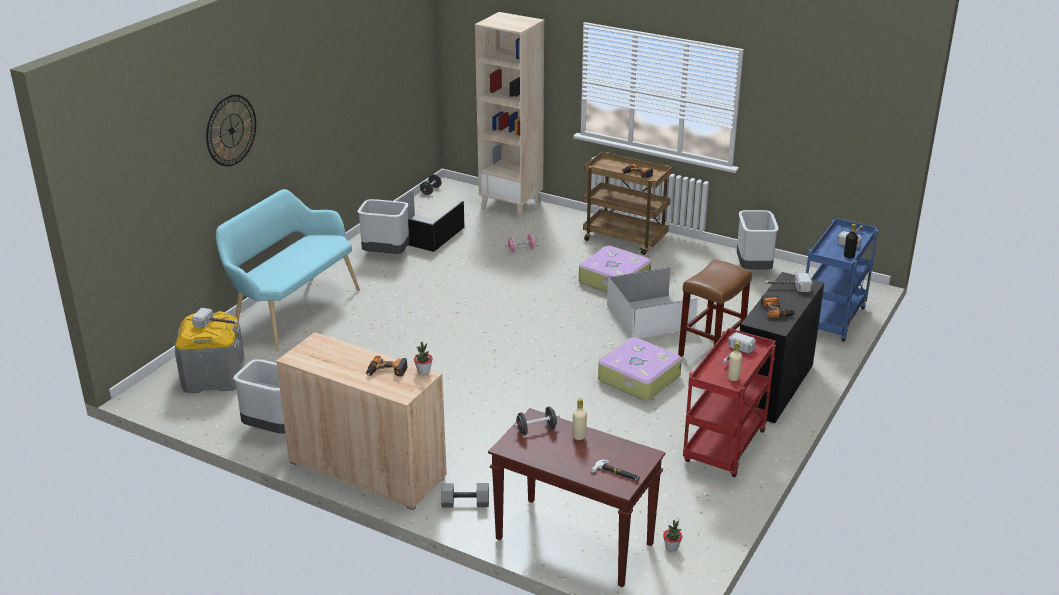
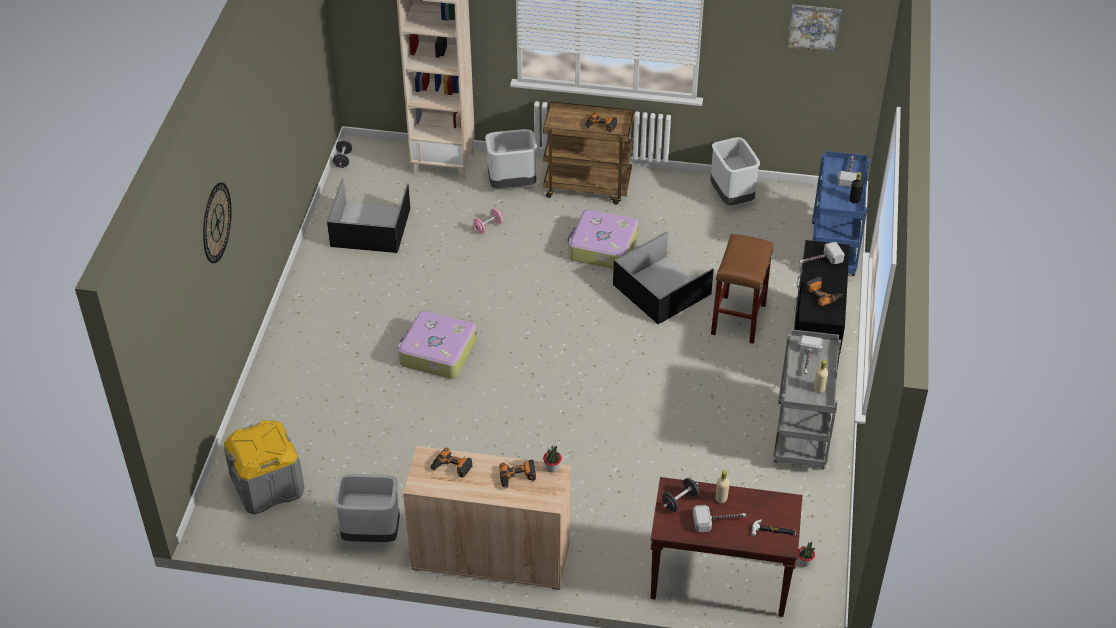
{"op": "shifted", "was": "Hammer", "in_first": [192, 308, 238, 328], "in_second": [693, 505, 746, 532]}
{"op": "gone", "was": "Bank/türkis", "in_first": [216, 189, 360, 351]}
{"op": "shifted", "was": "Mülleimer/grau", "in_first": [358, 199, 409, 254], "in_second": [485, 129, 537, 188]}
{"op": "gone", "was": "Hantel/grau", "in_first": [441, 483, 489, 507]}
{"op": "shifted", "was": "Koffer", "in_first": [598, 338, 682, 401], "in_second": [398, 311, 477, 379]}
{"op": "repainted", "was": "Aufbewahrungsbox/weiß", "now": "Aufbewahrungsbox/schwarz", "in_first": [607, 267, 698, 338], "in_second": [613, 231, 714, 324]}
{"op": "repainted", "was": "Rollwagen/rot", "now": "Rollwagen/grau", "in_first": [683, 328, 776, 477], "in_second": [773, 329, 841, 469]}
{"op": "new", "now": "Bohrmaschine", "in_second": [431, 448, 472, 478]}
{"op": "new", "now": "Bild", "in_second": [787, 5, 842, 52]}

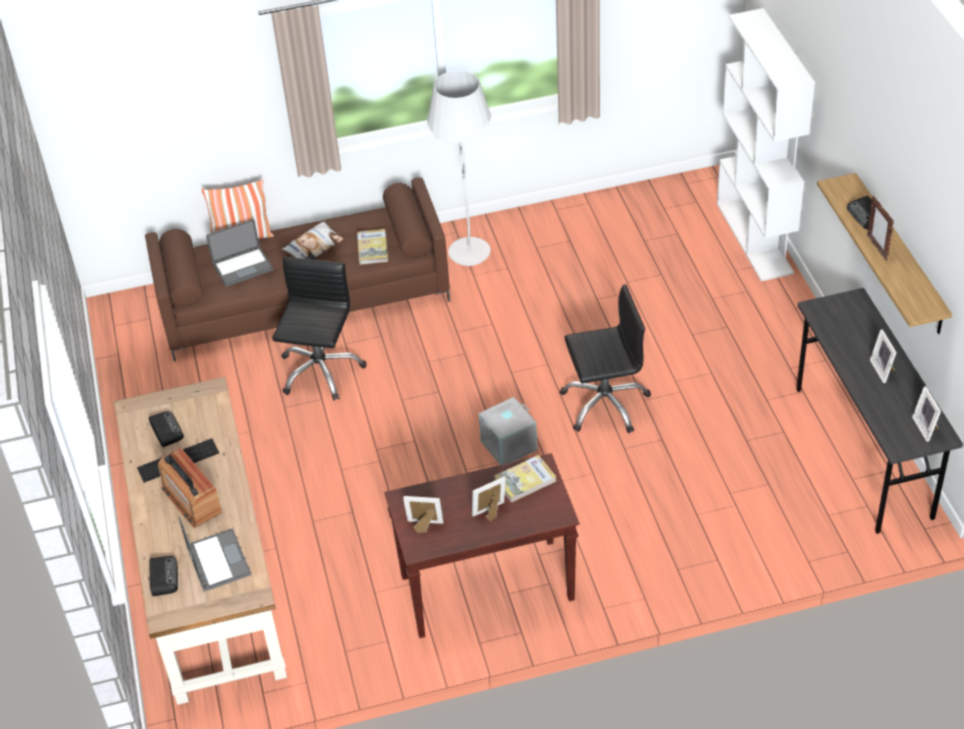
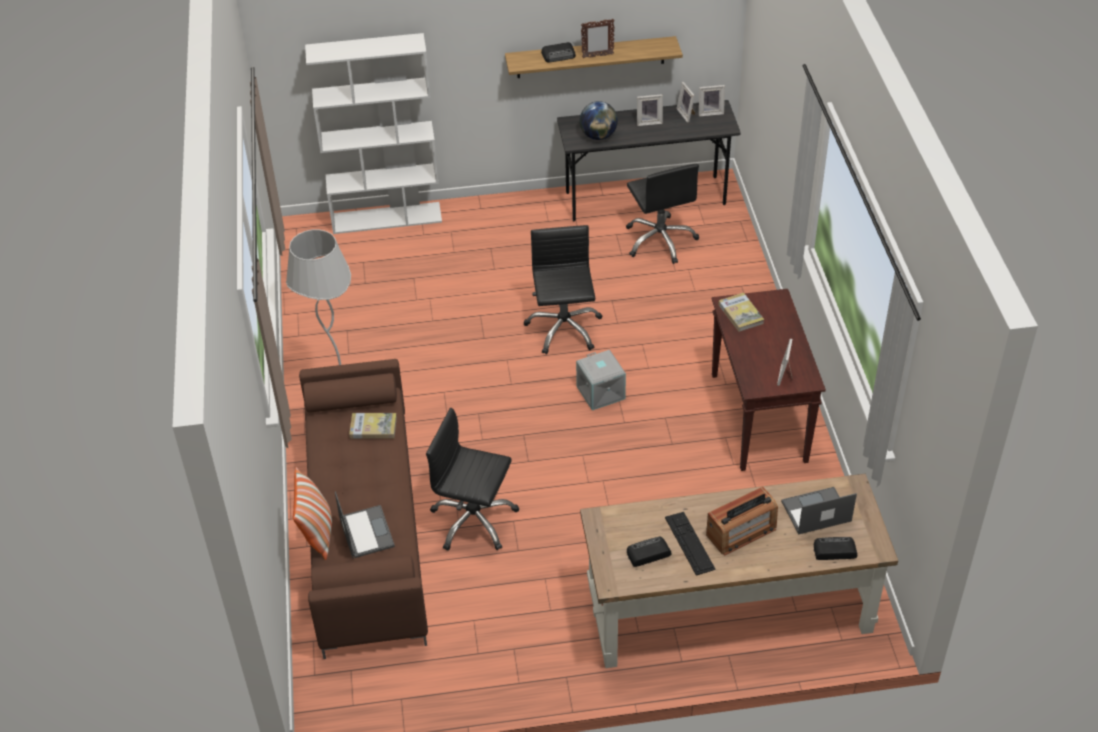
{"op": "gone", "was": "Kissen", "in_first": [282, 221, 344, 259]}
{"op": "shifted", "was": "Bilderrahmen", "in_first": [472, 477, 506, 521], "in_second": [676, 82, 695, 123]}
{"op": "new", "now": "Globus", "in_second": [580, 101, 618, 140]}
{"op": "new", "now": "Bürostuhl/schwarz", "in_second": [626, 164, 699, 264]}

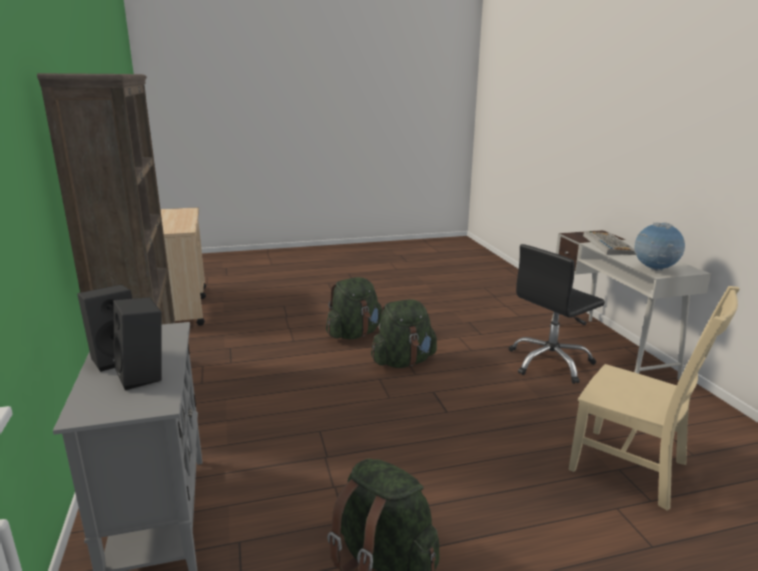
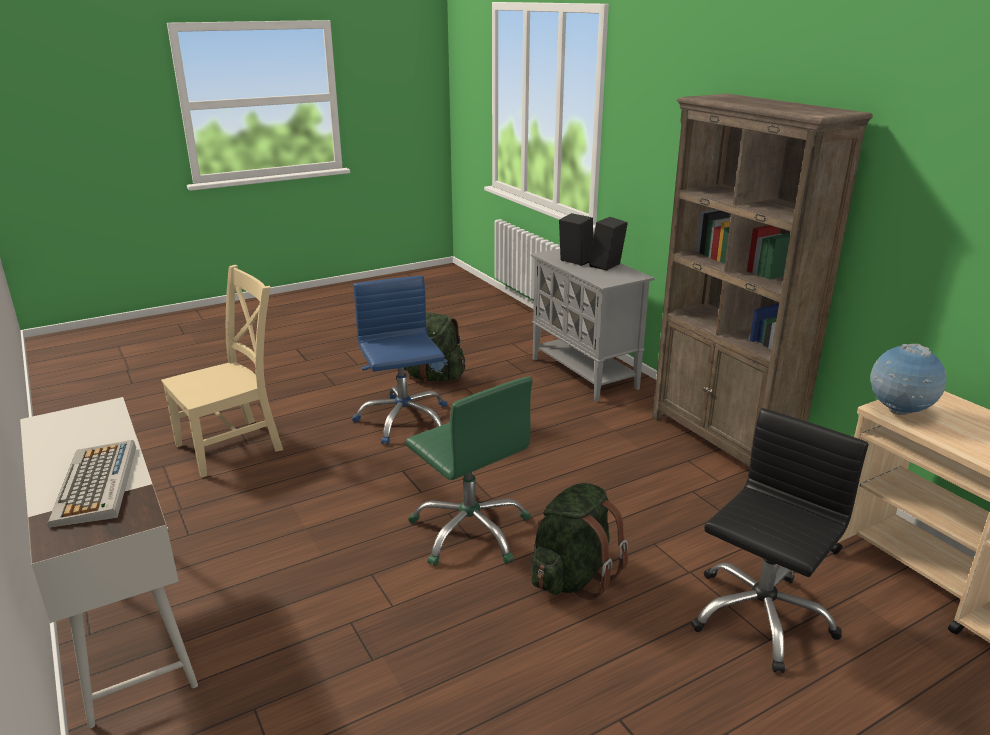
{"op": "swapped", "was": "Rucksack/grün", "now": "Bürostuhl/grün", "in_first": [371, 299, 437, 368], "in_second": [405, 376, 533, 566]}
{"op": "shifted", "was": "Bürostuhl/schwarz", "in_first": [509, 244, 605, 384], "in_second": [691, 408, 868, 673]}
{"op": "rotated", "was": "Stuhl/beige", "in_first": [568, 286, 740, 511], "in_second": [161, 265, 283, 477], "clockwise": 120}
{"op": "shifted", "was": "Globus", "in_first": [634, 222, 685, 271], "in_second": [870, 344, 947, 415]}
{"op": "new", "now": "Bürostuhl/blau", "in_second": [352, 276, 447, 445]}

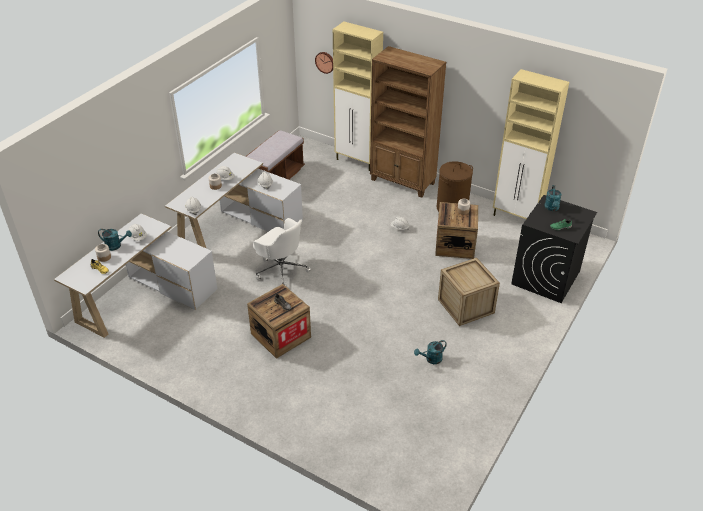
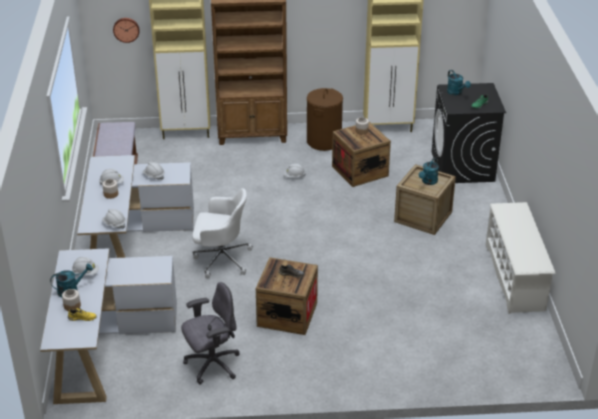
{"op": "shifted", "was": "Gießkanne/türkis", "in_first": [414, 340, 447, 364], "in_second": [419, 158, 439, 185]}
{"op": "new", "now": "Bürostuhl/grau", "in_second": [181, 282, 240, 385]}
{"op": "new", "now": "Schuhregal/weiß", "in_second": [486, 202, 555, 314]}

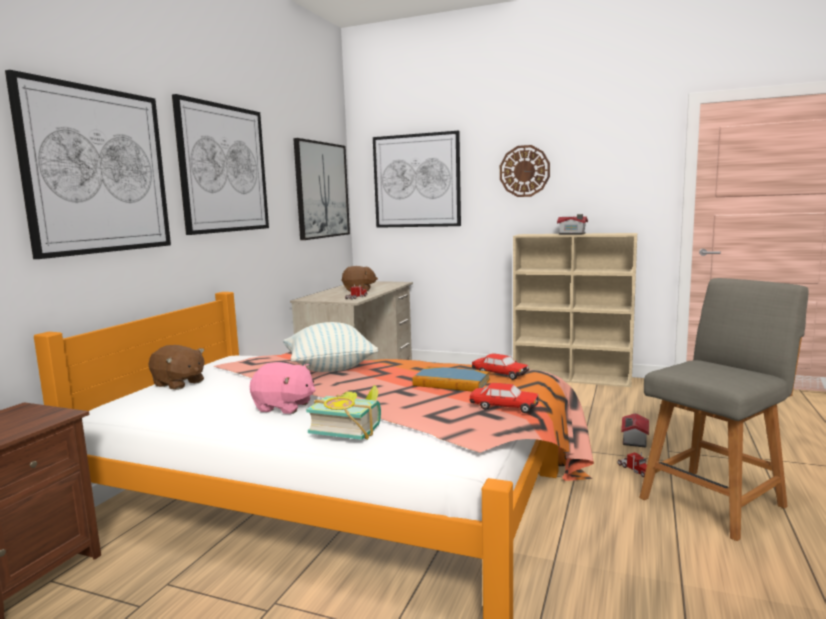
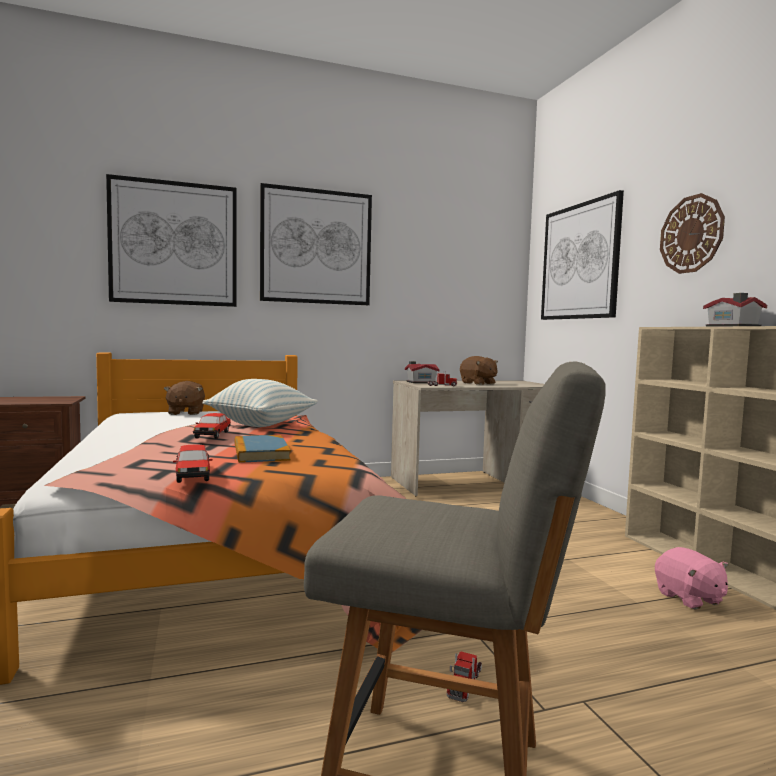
{"op": "shifted", "was": "Plüschtier/rosa", "in_first": [250, 362, 316, 414], "in_second": [655, 547, 728, 610]}
{"op": "gone", "was": "Bild", "in_first": [293, 138, 350, 240]}
{"op": "gone", "was": "Buch", "in_first": [306, 385, 381, 440]}
{"op": "shifted", "was": "Spielzeugauto", "in_first": [472, 354, 529, 380], "in_second": [193, 413, 231, 439]}
{"op": "shifted", "was": "Spielzeughaus", "in_first": [621, 413, 649, 448], "in_second": [405, 361, 439, 383]}

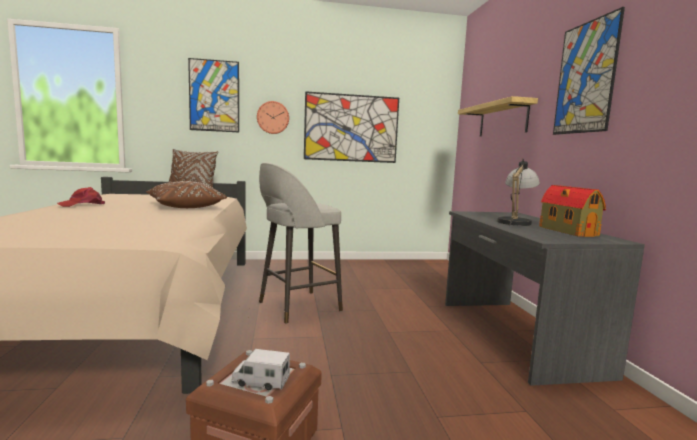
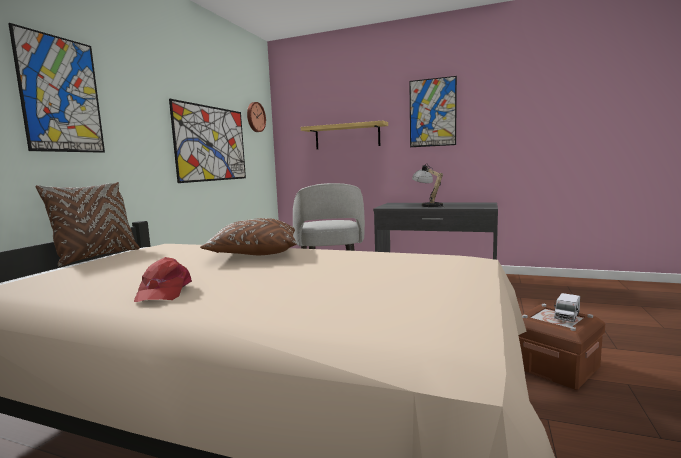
{"op": "shifted", "was": "Wanduhr", "in_first": [257, 101, 289, 134], "in_second": [247, 102, 266, 132]}
{"op": "gone", "was": "Spielzeughaus", "in_first": [539, 185, 606, 237]}

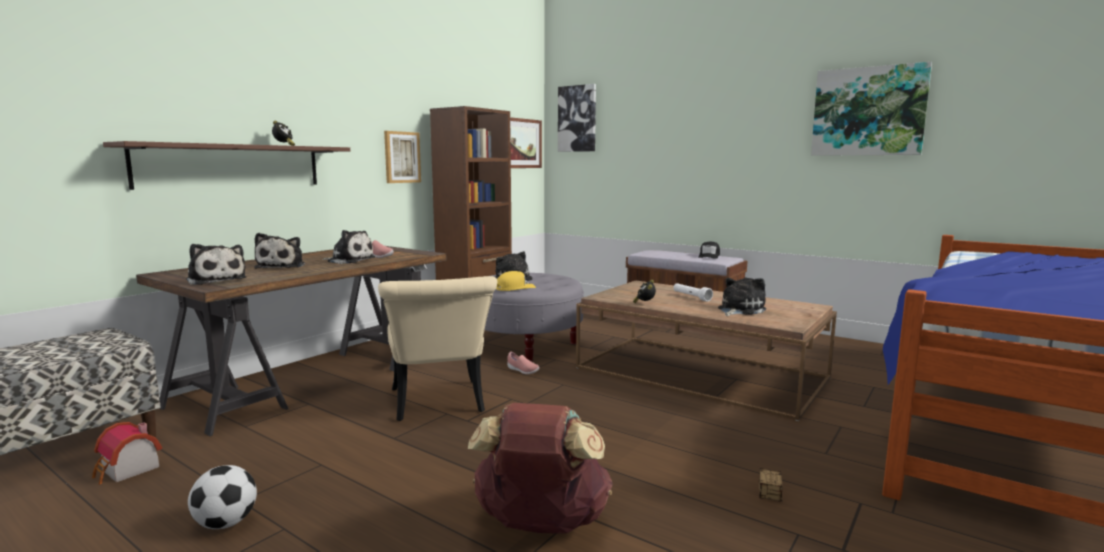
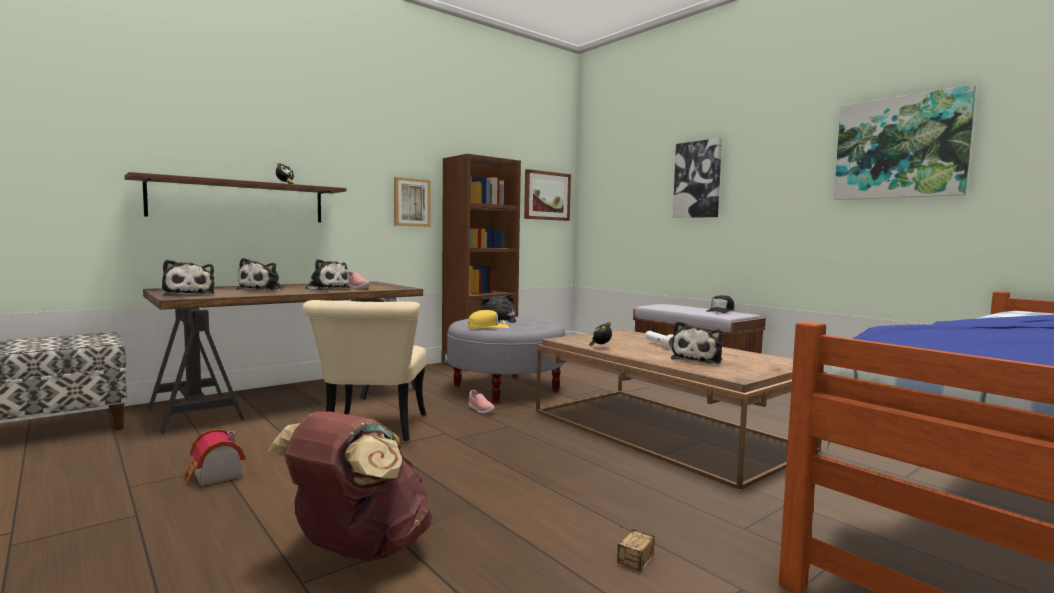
{"op": "shifted", "was": "Spielzeughaus", "in_first": [92, 422, 162, 484], "in_second": [183, 429, 246, 486]}
{"op": "gone", "was": "Fußball", "in_first": [188, 465, 257, 529]}
{"op": "shifted", "was": "Bild", "in_first": [558, 84, 596, 152], "in_second": [673, 138, 722, 218]}
{"op": "rotated", "was": "Plüschtier", "in_first": [718, 278, 766, 316], "in_second": [671, 321, 723, 364], "clockwise": 150}

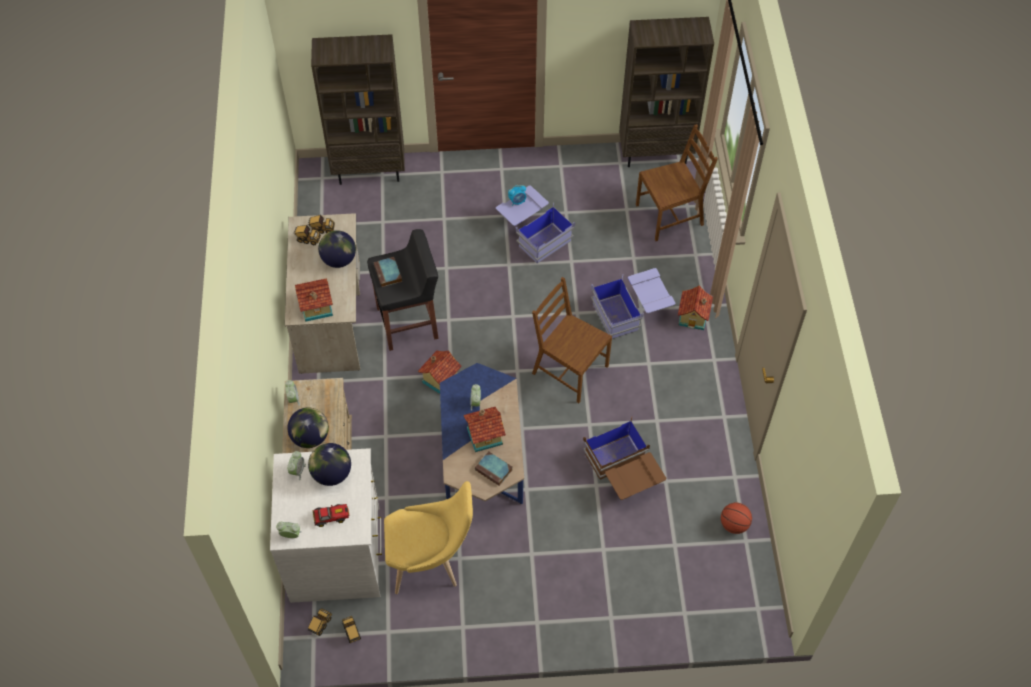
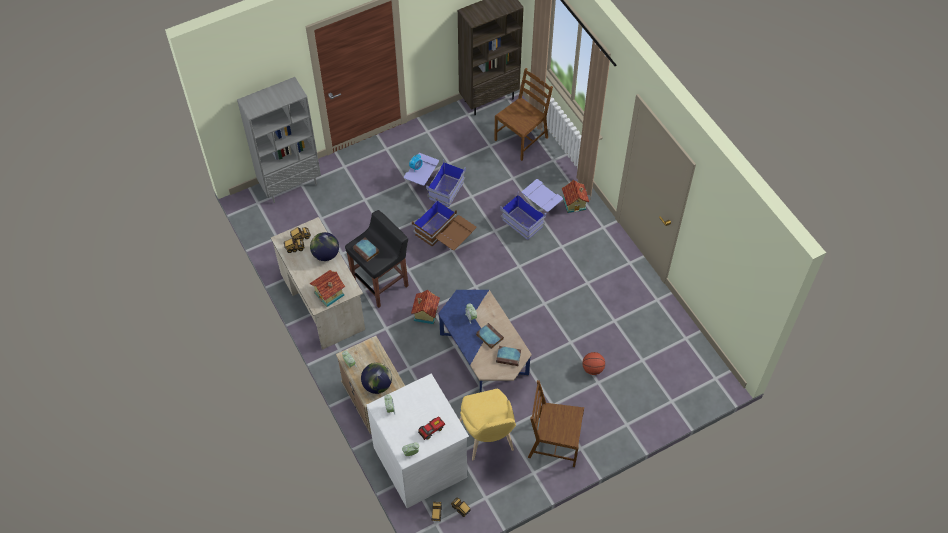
{"op": "gone", "was": "Globus", "in_first": [308, 443, 351, 486]}
{"op": "repainted", "was": "Bücherregal/braun", "now": "Bücherregal/grau", "in_first": [311, 34, 405, 185], "in_second": [237, 77, 321, 203]}
{"op": "rotated", "was": "Stuhl/gelb", "in_first": [384, 481, 473, 594], "in_second": [459, 389, 516, 461], "clockwise": 105}
{"op": "swapped", "was": "Spielzeughaus", "now": "Buch", "in_first": [463, 407, 506, 452], "in_second": [476, 323, 504, 349]}
{"op": "shifted", "was": "Stuhl/braun", "in_first": [532, 277, 612, 403], "in_second": [528, 380, 584, 467]}
{"op": "shifted", "was": "Aufbewahrungsbox/braun", "in_first": [583, 417, 666, 500], "in_second": [412, 201, 476, 250]}
{"op": "shifted", "was": "Basketball", "in_first": [721, 503, 752, 534], "in_second": [582, 352, 605, 375]}

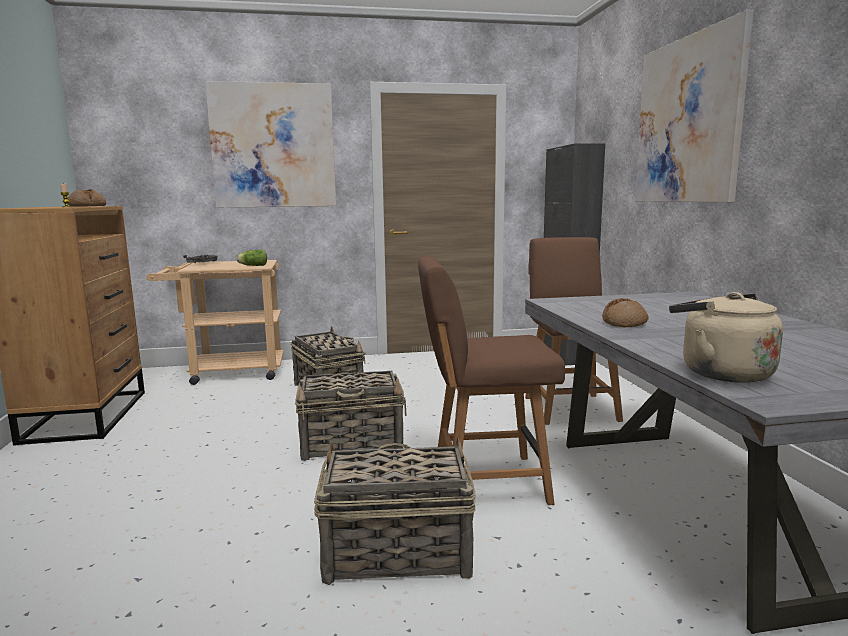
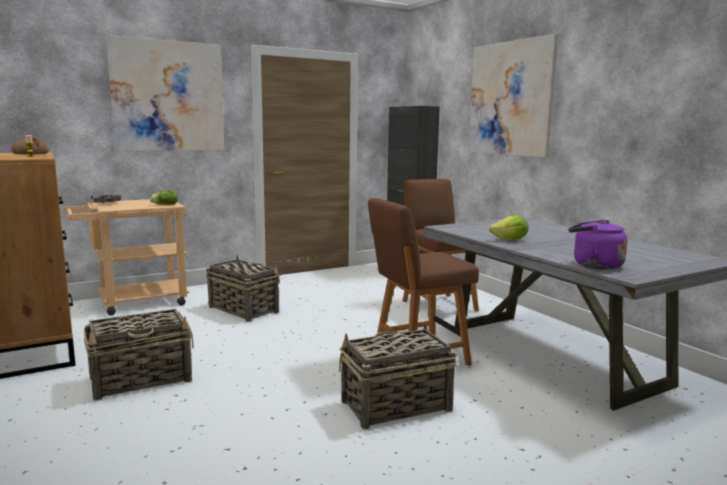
{"op": "shifted", "was": "Korb", "in_first": [295, 371, 407, 461], "in_second": [84, 309, 194, 400]}
{"op": "swapped", "was": "Brot", "now": "Salatkopf", "in_first": [602, 298, 648, 327], "in_second": [489, 215, 529, 240]}
{"op": "repainted", "was": "Wasserkessel/beige", "now": "Wasserkessel/lila", "in_first": [669, 292, 783, 383], "in_second": [569, 220, 628, 270]}

